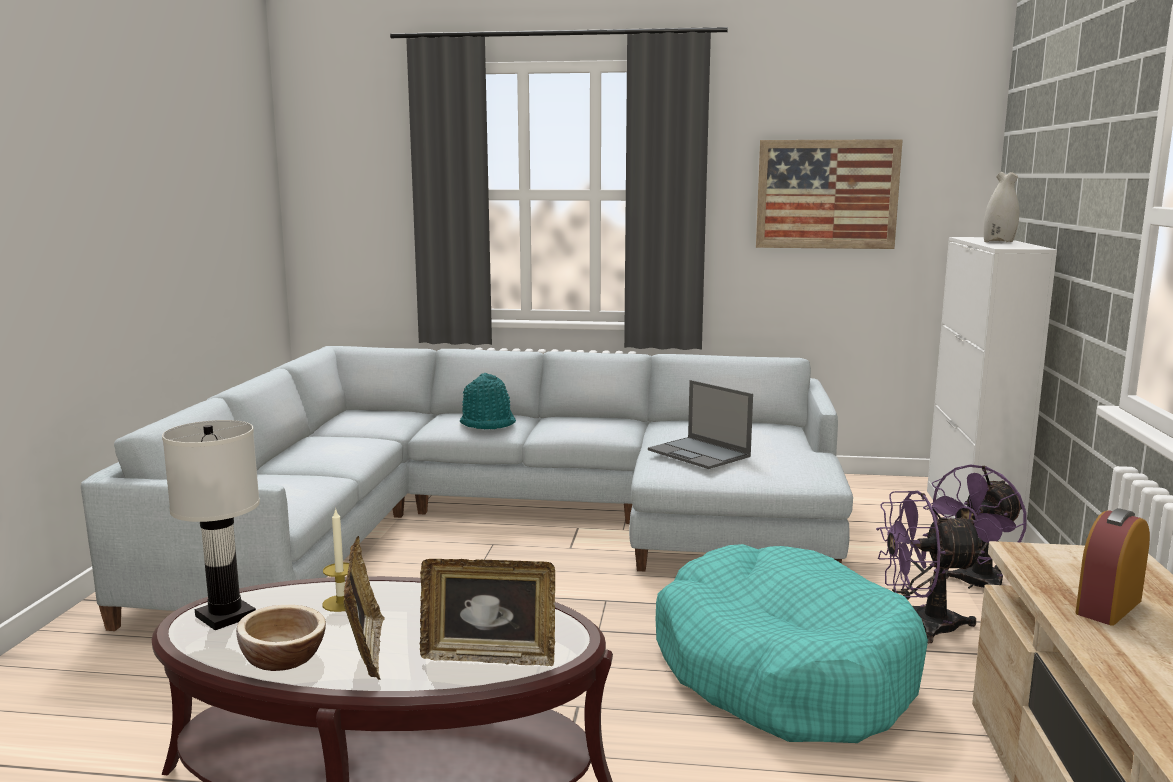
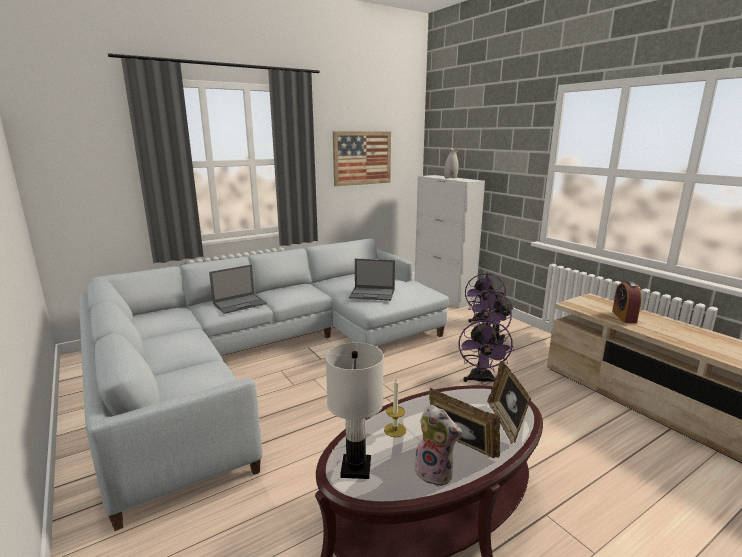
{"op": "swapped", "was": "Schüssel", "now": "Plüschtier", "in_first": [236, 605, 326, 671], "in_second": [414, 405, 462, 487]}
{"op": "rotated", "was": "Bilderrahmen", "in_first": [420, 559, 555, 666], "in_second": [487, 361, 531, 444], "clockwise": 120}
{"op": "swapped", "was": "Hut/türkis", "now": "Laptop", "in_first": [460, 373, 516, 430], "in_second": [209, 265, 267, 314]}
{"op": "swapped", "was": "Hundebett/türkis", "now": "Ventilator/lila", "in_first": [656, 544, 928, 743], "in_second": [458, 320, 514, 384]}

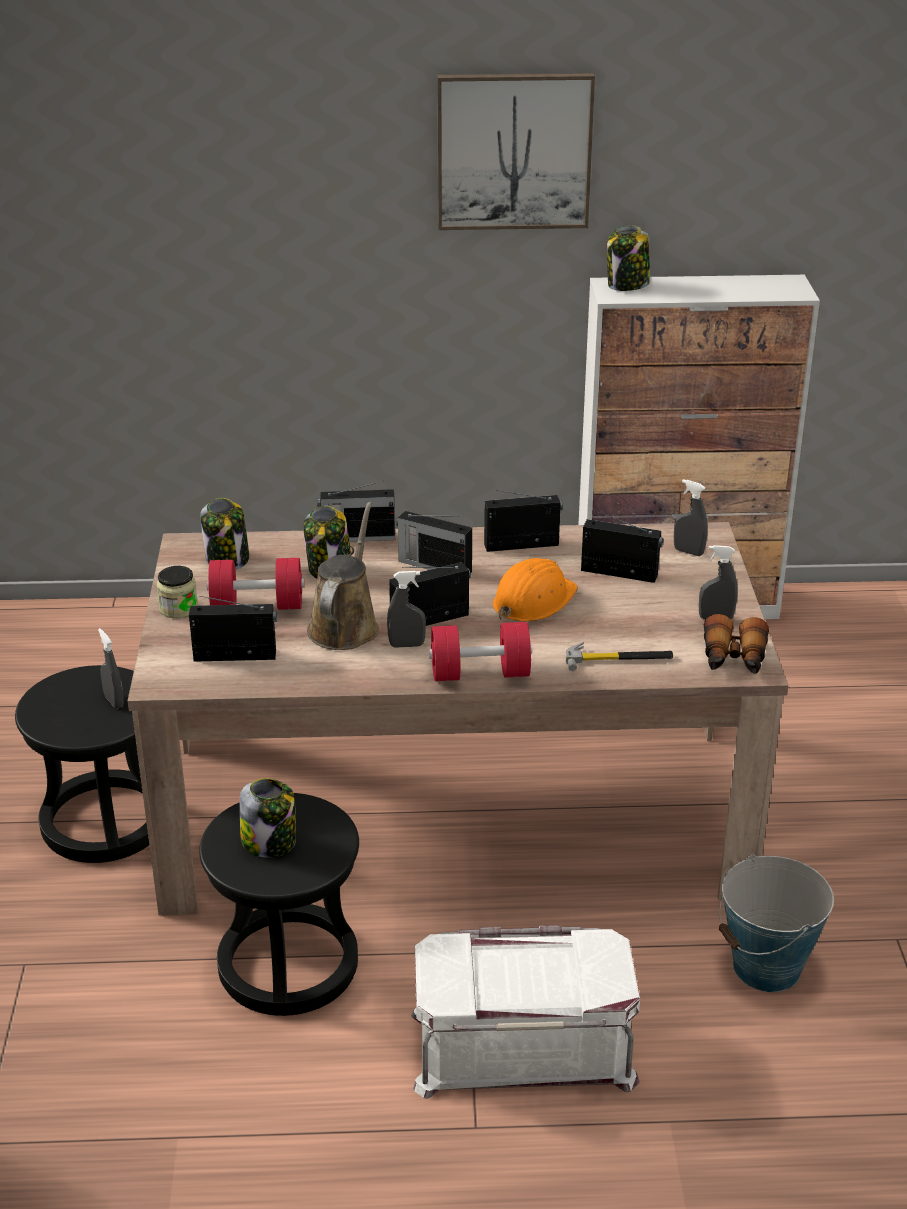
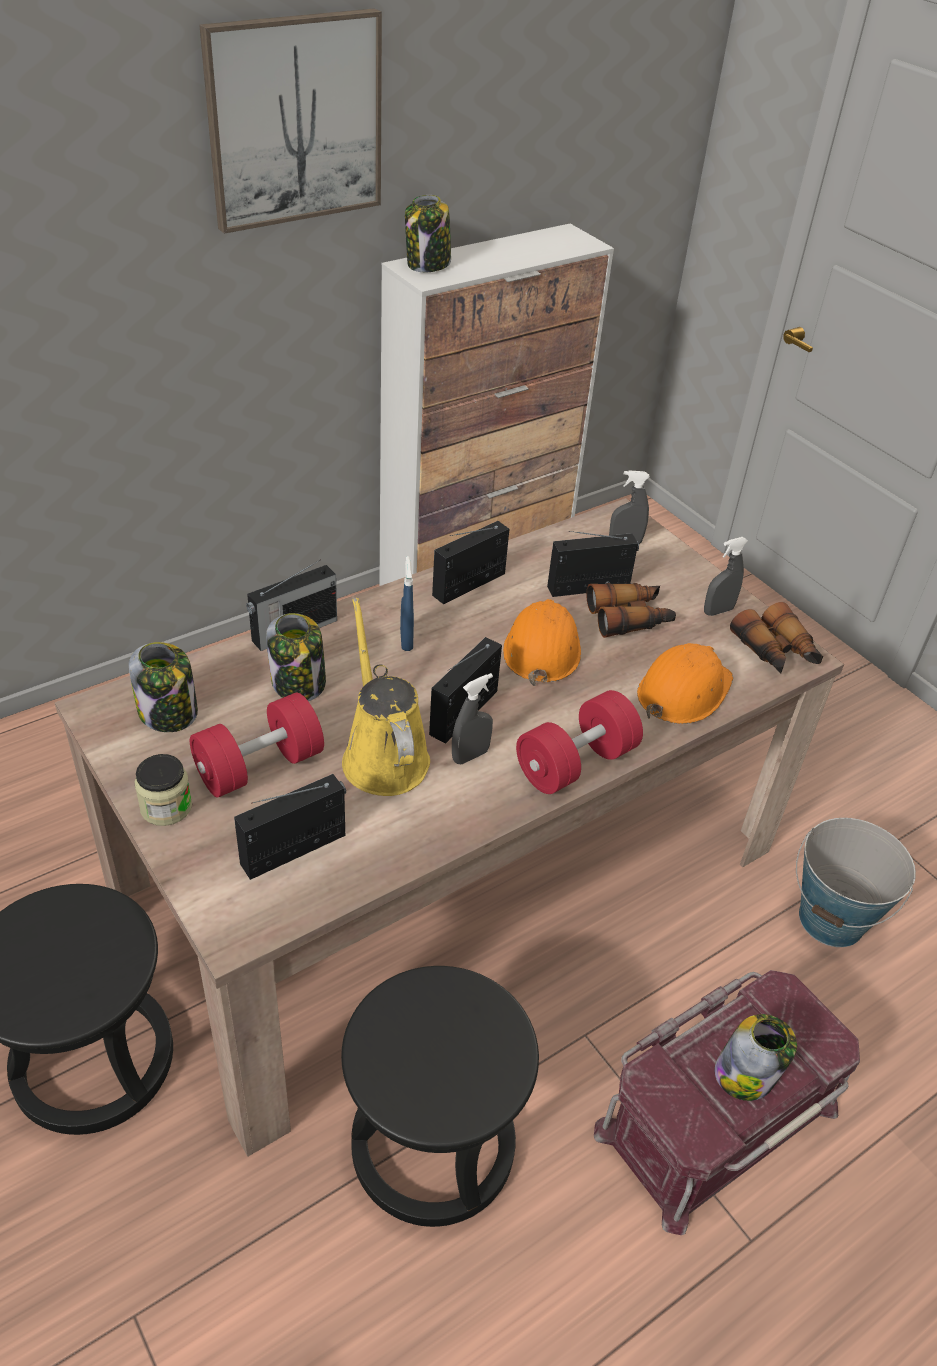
{"op": "gone", "was": "Sprühflasche/grau", "in_first": [98, 628, 124, 708]}
{"op": "shifted", "was": "Vorratsglas", "in_first": [240, 778, 296, 858], "in_second": [714, 1014, 797, 1101]}
{"op": "repainted", "was": "Gießkanne/braun", "now": "Gießkanne/gelb", "in_first": [307, 502, 379, 650], "in_second": [342, 598, 430, 796]}
{"op": "swapped", "was": "Radio", "now": "Sprühflasche/blau", "in_first": [396, 511, 472, 573], "in_second": [400, 556, 414, 651]}
{"op": "repainted", "was": "Aufbewahrungsbox/weiß", "now": "Aufbewahrungsbox/rot", "in_first": [411, 925, 640, 1099], "in_second": [594, 970, 860, 1235]}
{"op": "swapped", "was": "Hammer", "now": "Schutzhelm/orange", "in_first": [566, 642, 673, 672], "in_second": [637, 643, 733, 724]}
{"op": "new", "now": "Fernglas", "in_second": [586, 583, 676, 638]}

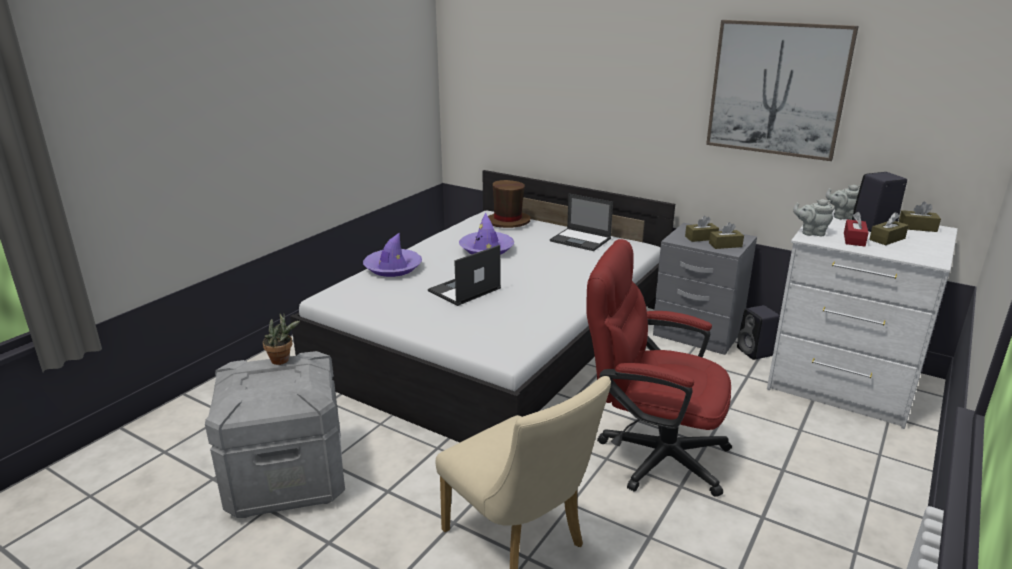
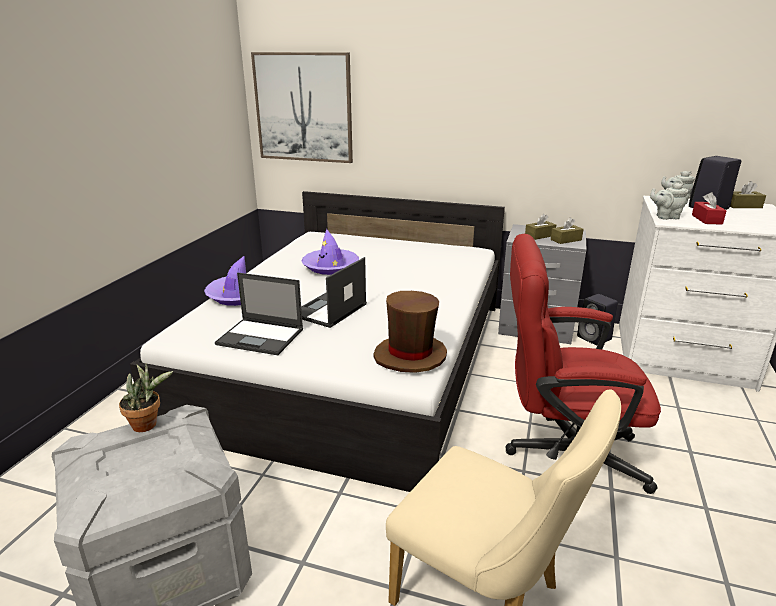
{"op": "shifted", "was": "Hut/braun", "in_first": [488, 180, 531, 228], "in_second": [373, 291, 447, 373]}
{"op": "shifted", "was": "Laptop", "in_first": [550, 194, 613, 251], "in_second": [215, 272, 303, 355]}
{"op": "shifted", "was": "Bild", "in_first": [706, 20, 859, 161], "in_second": [251, 52, 353, 163]}
{"op": "gone", "was": "Taschentuchbox/braun", "in_first": [869, 212, 909, 245]}

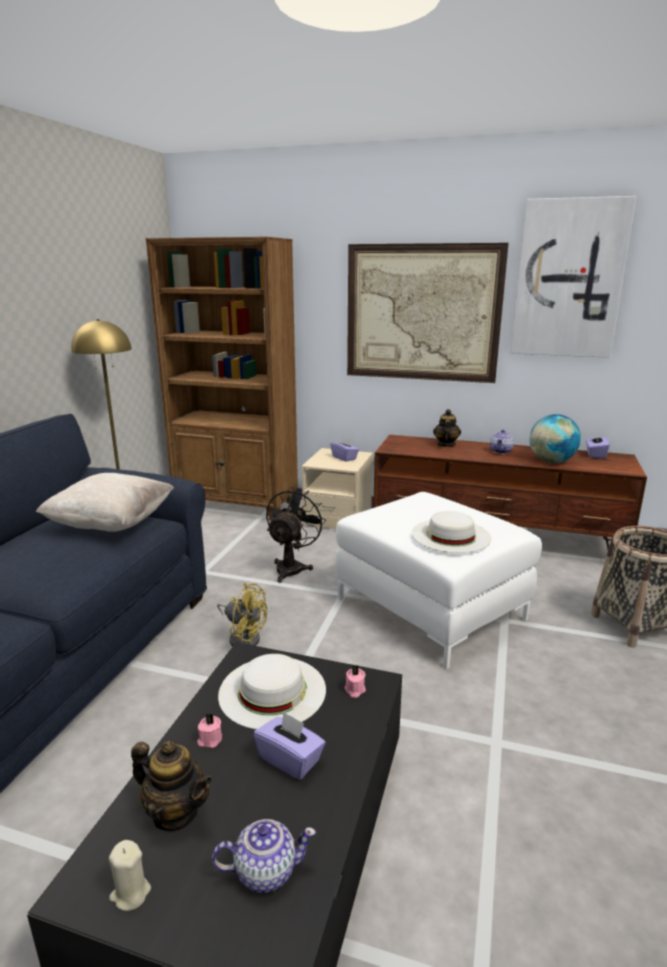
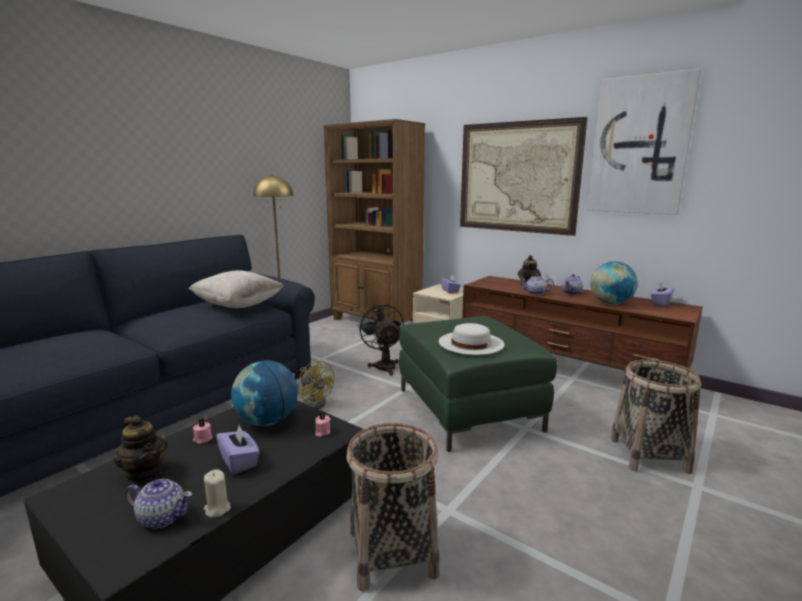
{"op": "shifted", "was": "Kerze/beige", "in_first": [109, 840, 151, 911], "in_second": [204, 469, 231, 518]}
{"op": "swapped", "was": "Hut/weiß", "now": "Globus", "in_first": [218, 654, 326, 729], "in_second": [231, 360, 298, 426]}
{"op": "rotated", "was": "Ventilator/schwarz", "in_first": [266, 487, 326, 583], "in_second": [357, 304, 404, 375], "clockwise": -60}
{"op": "repainted", "was": "Polsterhocker/weiß", "now": "Polsterhocker/grün", "in_first": [335, 492, 542, 669], "in_second": [399, 316, 557, 452]}
{"op": "new", "now": "Korb", "in_second": [347, 423, 440, 592]}
{"op": "new", "now": "Teekanne", "in_second": [520, 274, 554, 295]}

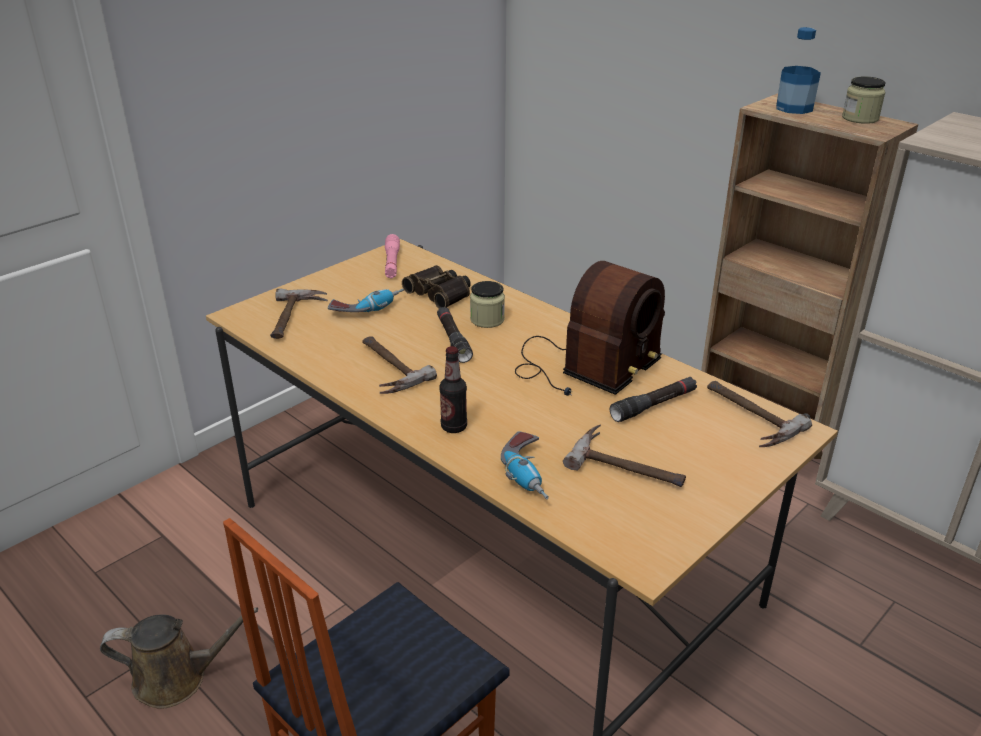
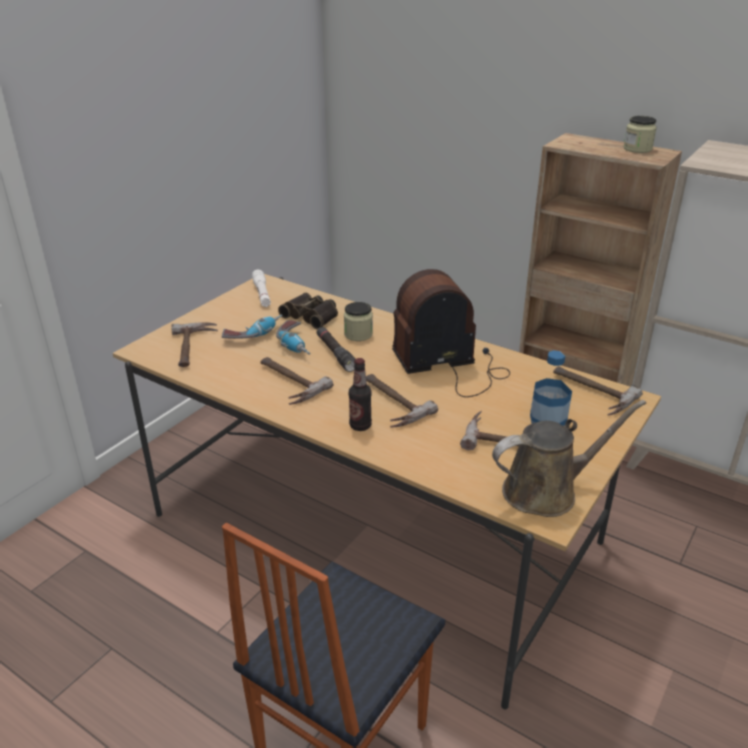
{"op": "shifted", "was": "Gießkanne/braun", "in_first": [100, 607, 258, 709], "in_second": [492, 400, 646, 517]}
{"op": "repainted", "was": "Taschenlampe/rosa", "now": "Taschenlampe/weiß", "in_first": [385, 234, 400, 279], "in_second": [252, 270, 271, 307]}
{"op": "shifted", "was": "Bohrmaschine", "in_first": [501, 431, 549, 499], "in_second": [276, 320, 310, 355]}
{"op": "rotated", "was": "Radio", "in_first": [515, 261, 665, 396], "in_second": [392, 269, 510, 397], "clockwise": -135}
{"op": "gone", "was": "Taschenlampe/schwarz", "in_first": [610, 377, 697, 422]}
{"op": "shifted", "was": "Flasche", "in_first": [776, 27, 821, 114], "in_second": [530, 350, 572, 426]}
{"op": "new", "now": "Hammer", "in_second": [366, 374, 438, 427]}

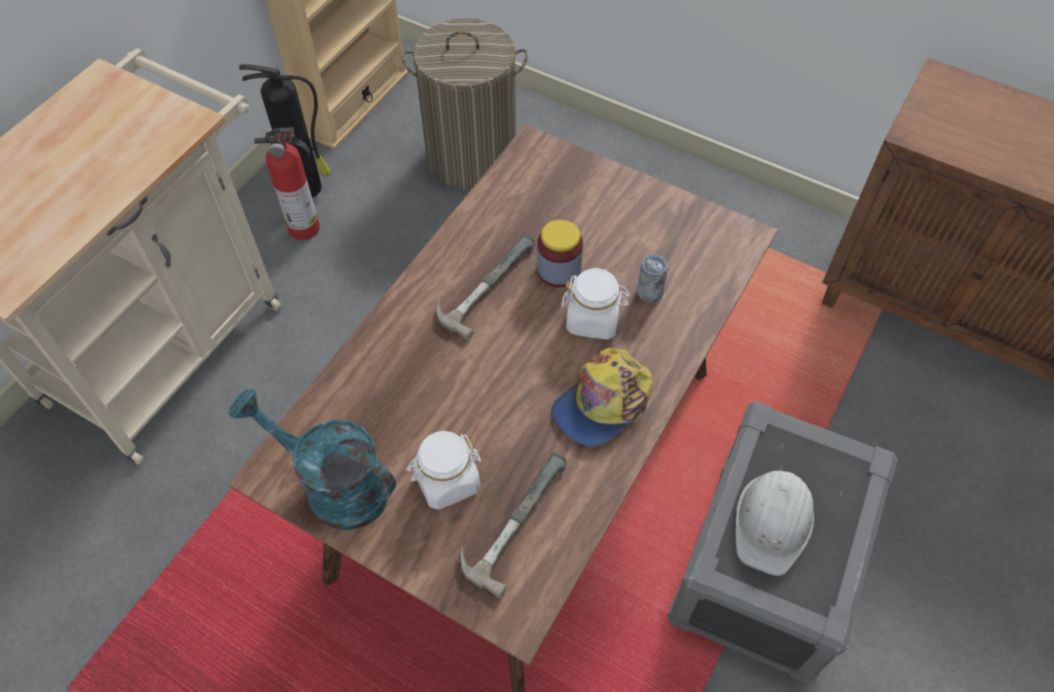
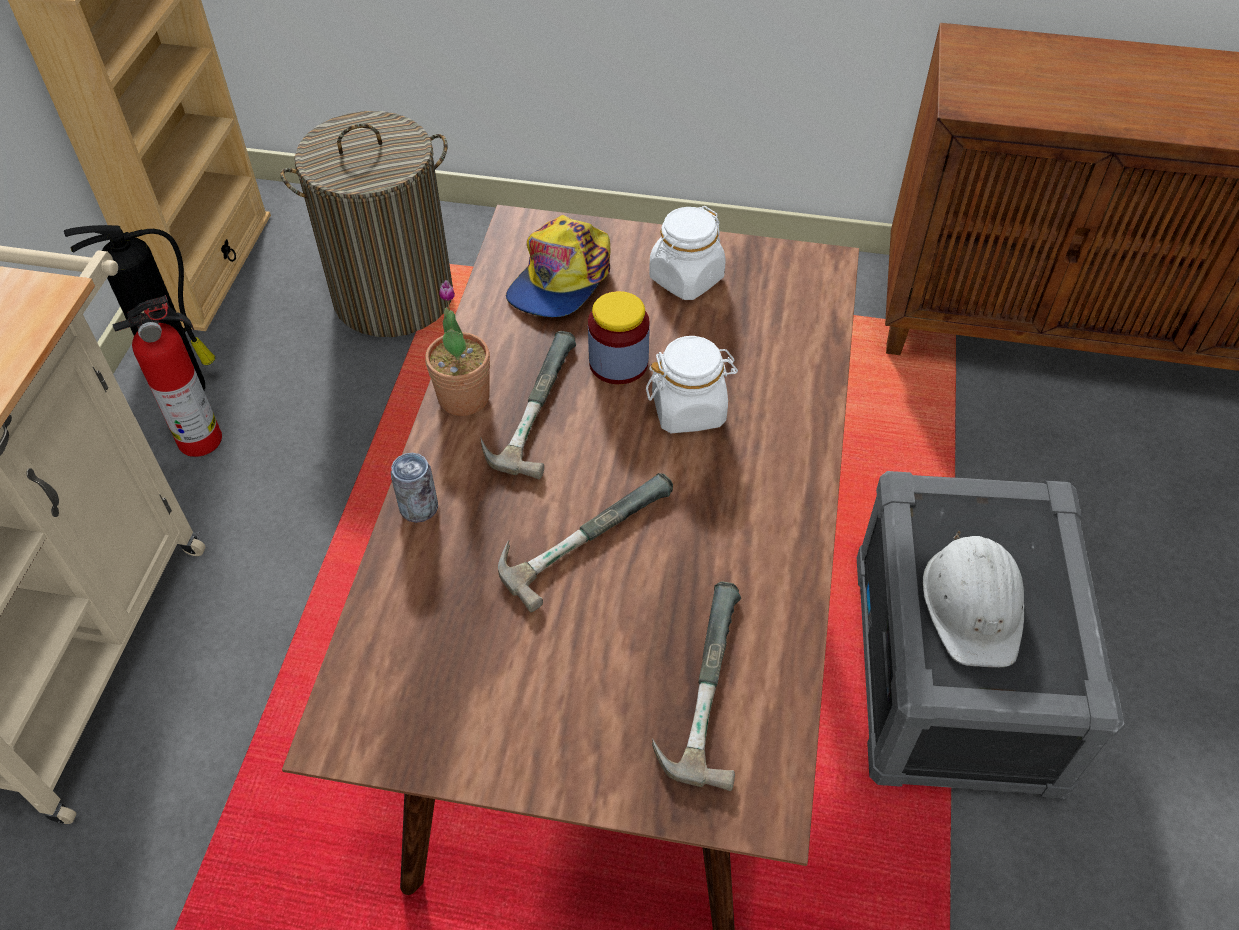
{"op": "gone", "was": "Gießkanne/türkis", "in_first": [229, 388, 396, 530]}
{"op": "shifted", "was": "Vorratsglas/weiß", "in_first": [406, 431, 481, 510], "in_second": [649, 206, 726, 300]}
{"op": "shifted", "was": "Kappe", "in_first": [551, 348, 653, 446], "in_second": [506, 215, 610, 317]}
{"op": "shifted", "was": "Dose", "in_first": [637, 255, 668, 303], "in_second": [391, 453, 438, 523]}
{"op": "new", "now": "Topfpflanze", "in_second": [425, 280, 490, 416]}
{"op": "new", "now": "Hammer", "in_second": [498, 473, 673, 612]}

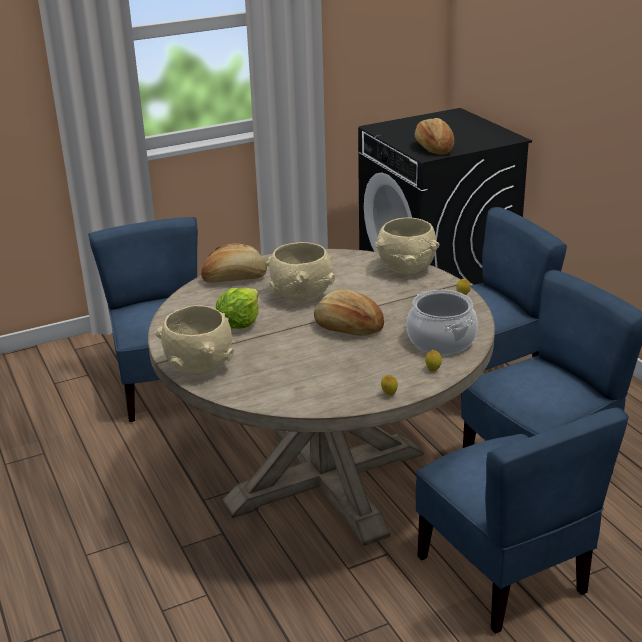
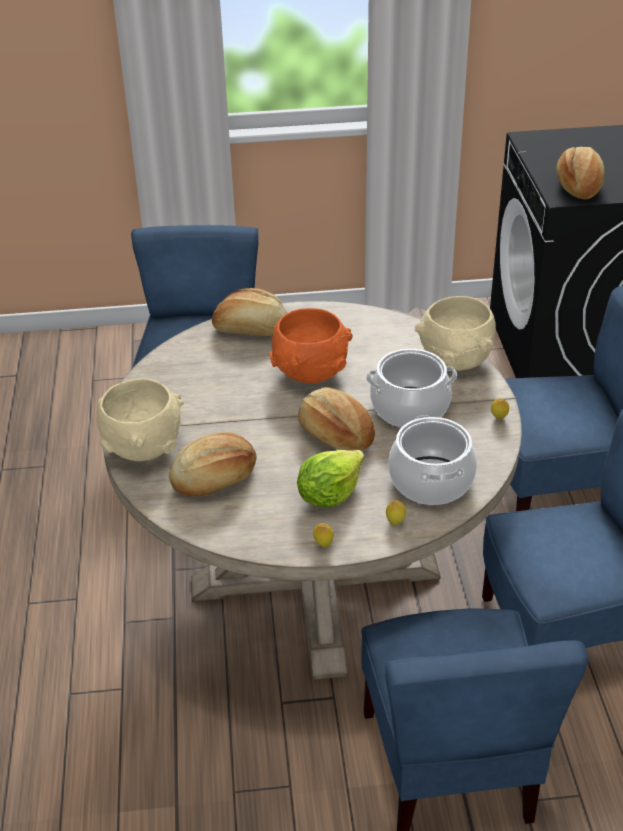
{"op": "shifted", "was": "Salatkopf", "in_first": [216, 288, 259, 329], "in_second": [297, 450, 364, 508]}
{"op": "repainted", "was": "Schüssel/beige", "now": "Schüssel/orange", "in_first": [266, 242, 335, 302], "in_second": [270, 308, 352, 383]}
{"op": "new", "now": "Brot", "in_second": [169, 432, 257, 496]}
{"op": "new", "now": "Kochtopf", "in_second": [366, 349, 457, 427]}

